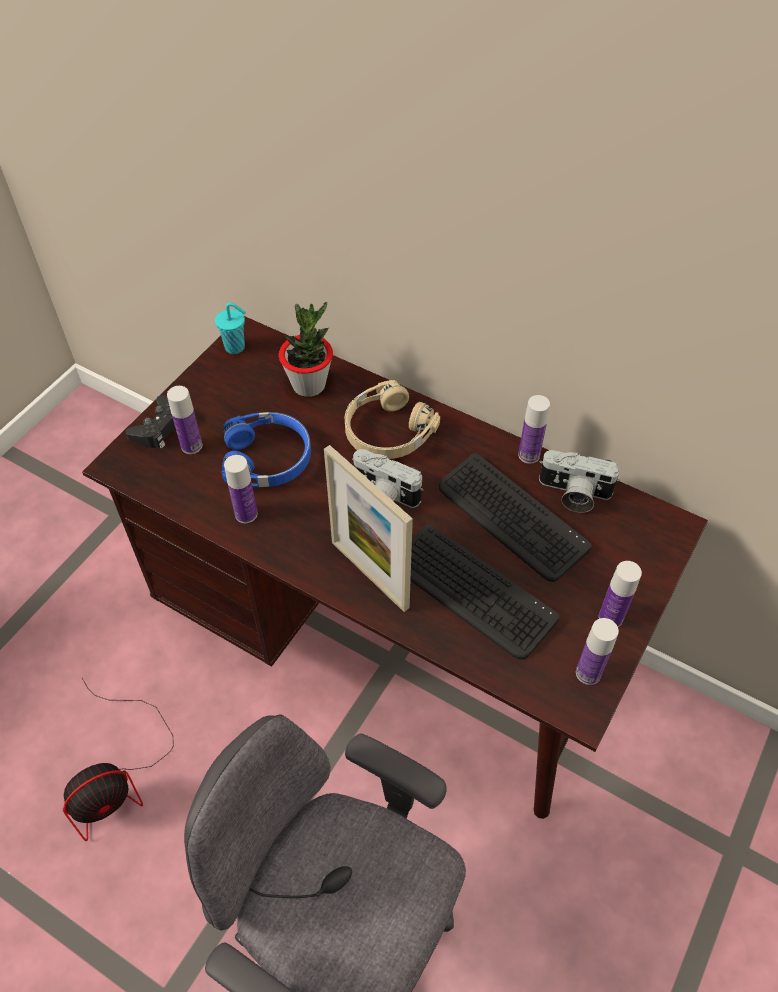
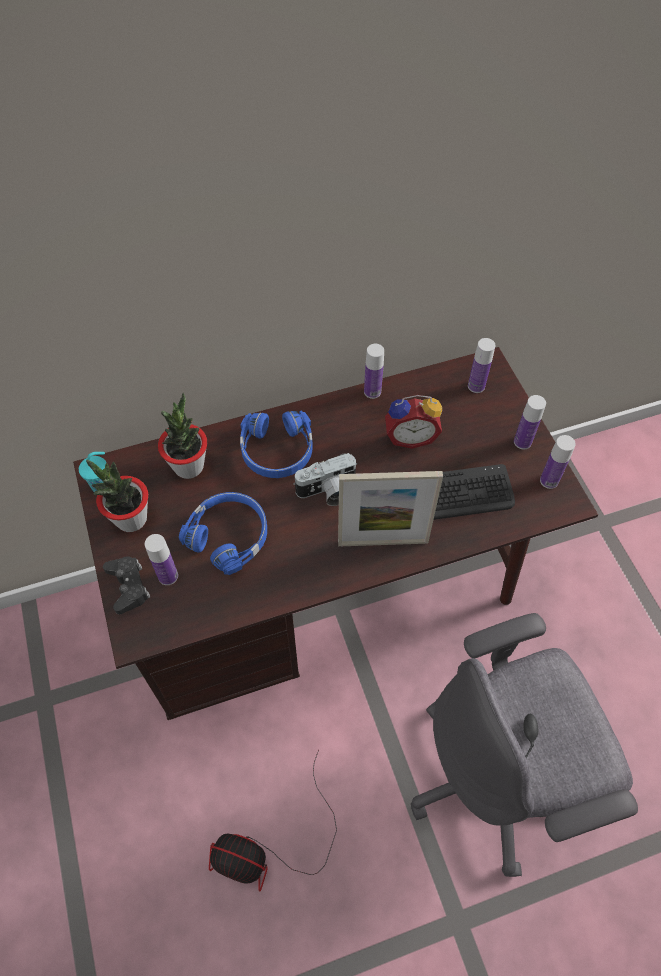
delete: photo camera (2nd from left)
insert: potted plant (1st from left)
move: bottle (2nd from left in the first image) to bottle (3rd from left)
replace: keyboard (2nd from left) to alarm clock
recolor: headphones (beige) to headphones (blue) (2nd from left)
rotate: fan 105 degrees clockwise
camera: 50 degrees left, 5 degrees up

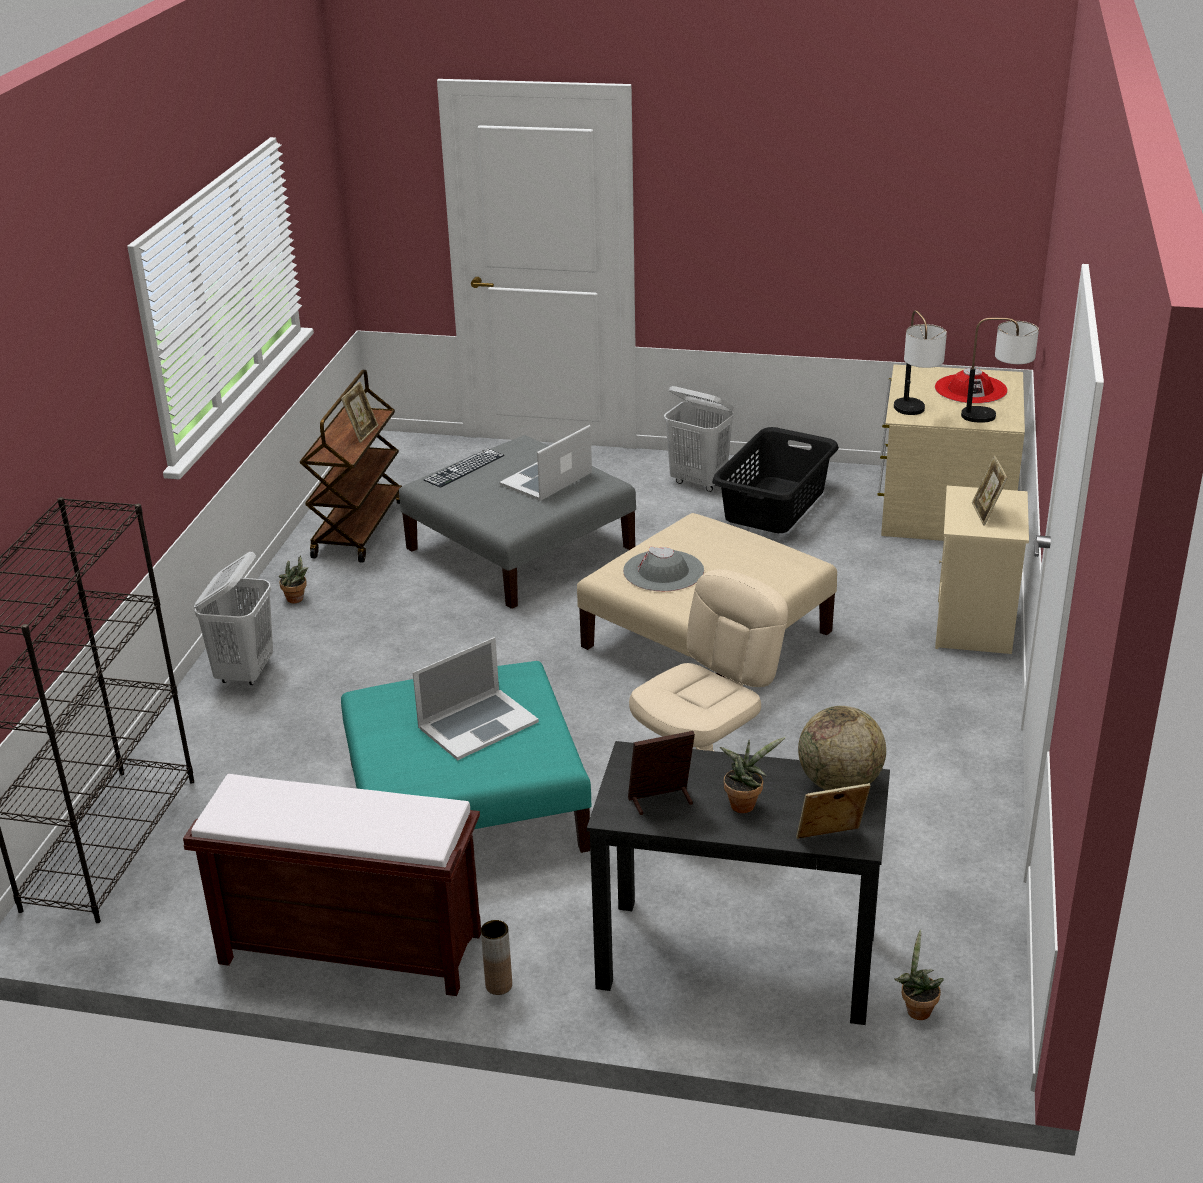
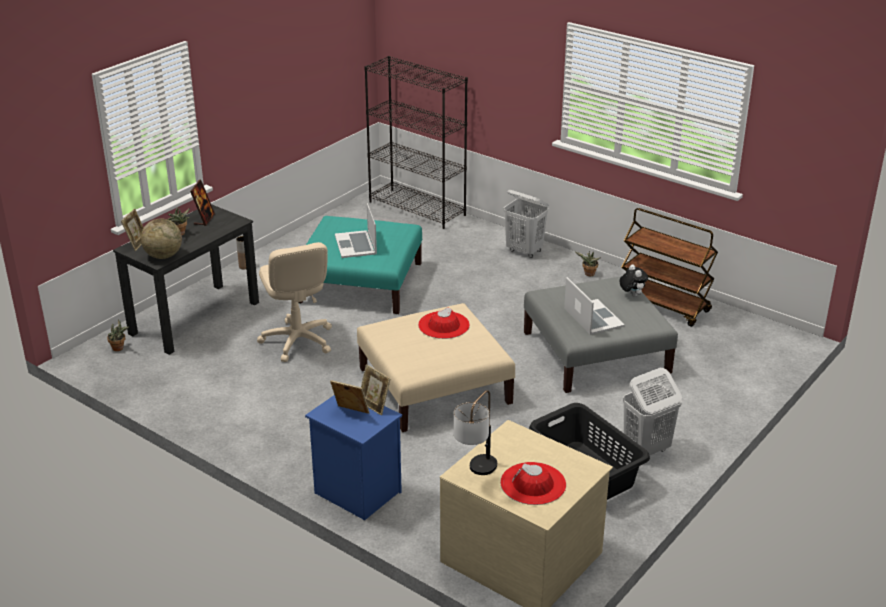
delete: bench (brown); table lamp (1st from left)
move: picture frame (1st from left in the first image) to picture frame (4th from left)
replace: keyboard to plush toy
recolor: nightstand (beige) to nightstand (blue); hat (grey) to hat (red) (1st from left)
camera: 115 degrees right, 0 degrees up

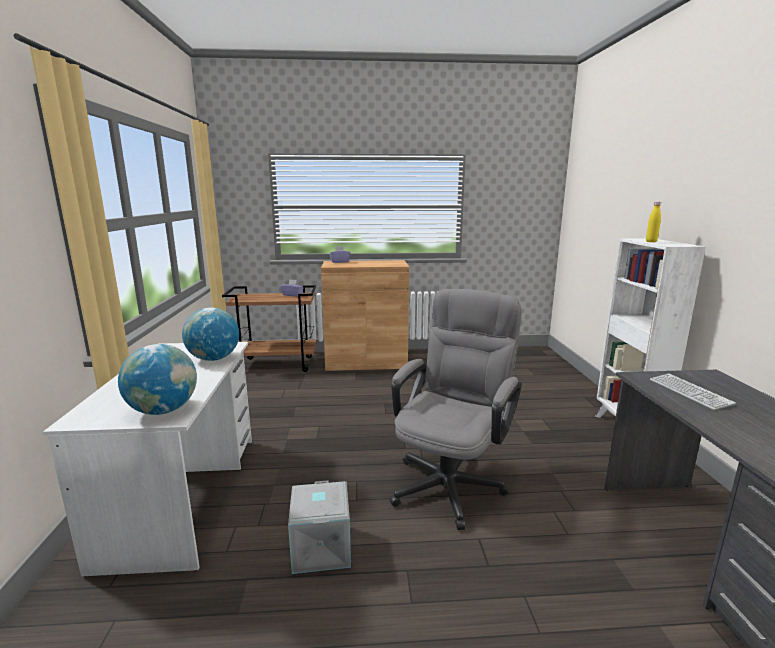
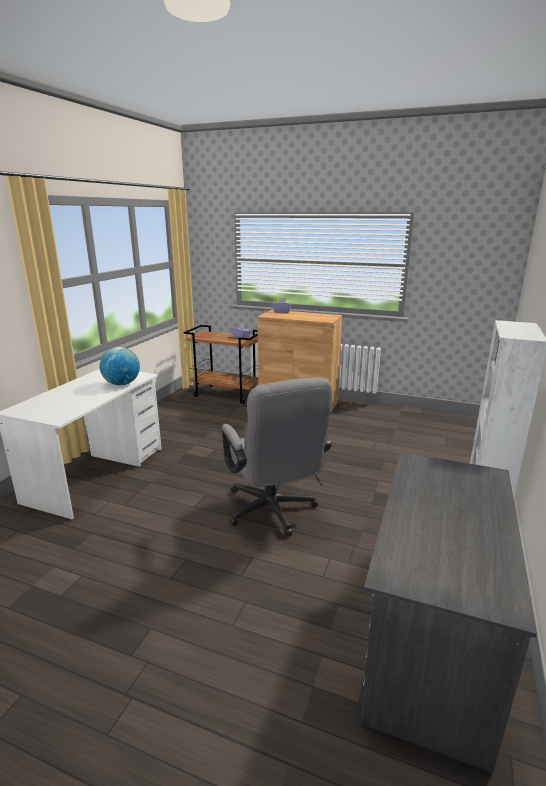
delete: globe (1st from left); storage box (grey); bottle (yellow); keyboard
rotate: office chair (grey) 105 degrees clockwise
camera: 25 degrees right, 5 degrees up

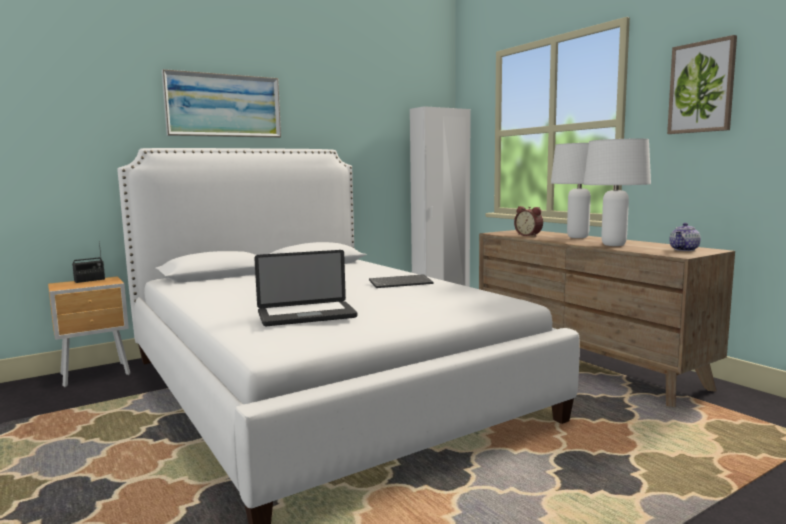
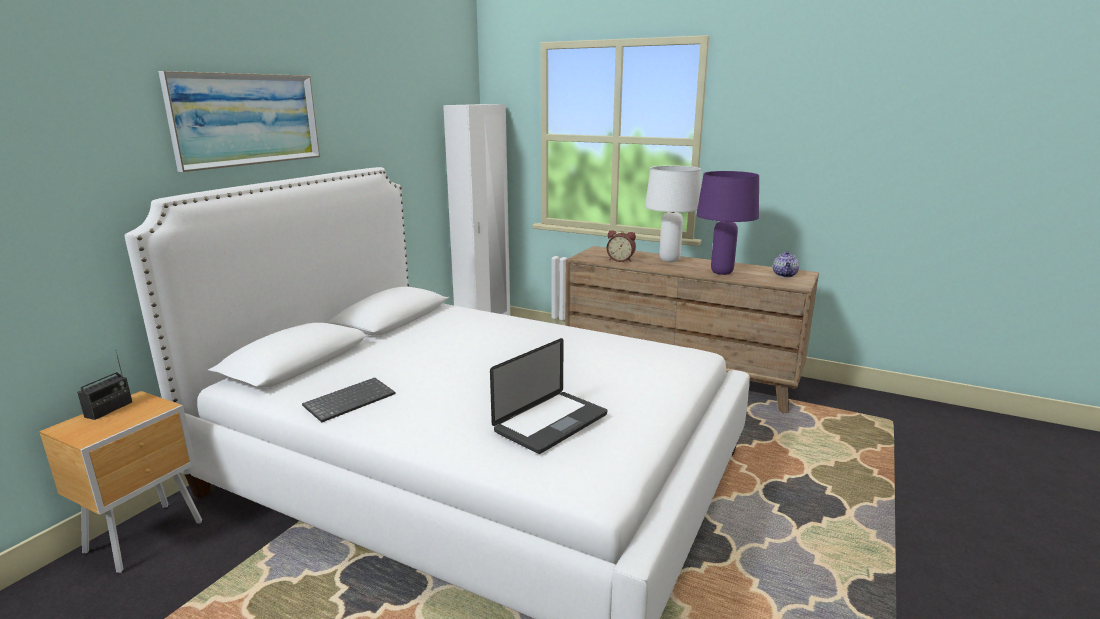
delete: picture (2nd from left)
move: keyboard
recolor: table lamp (white) (2nd from left) to table lamp (purple)
camera: 30 degrees left, 10 degrees up

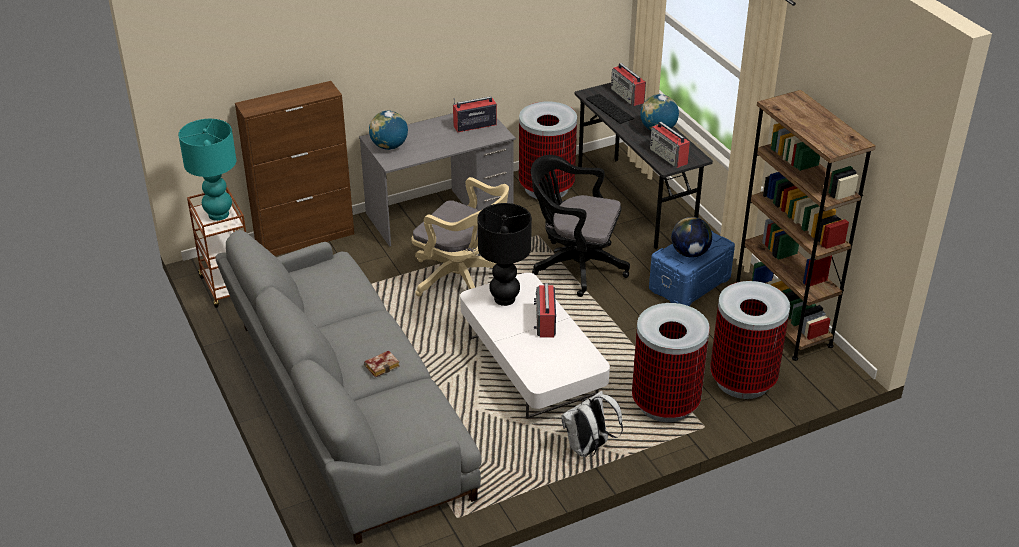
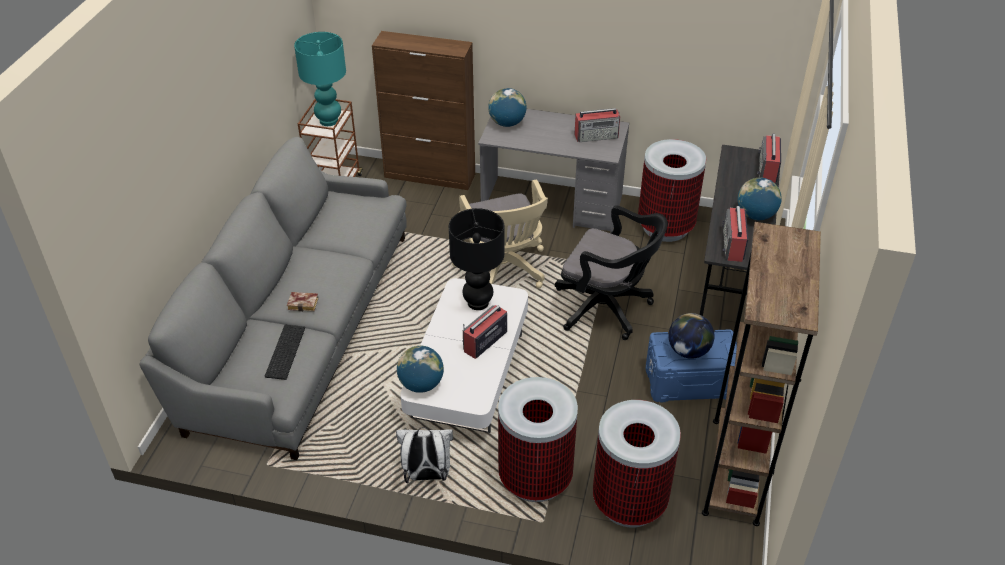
insert: globe (1st from left)
move: keyboard
rotate: office chair (black) 150 degrees clockwise; radio (1st from left in the first image) 150 degrees clockwise
camera: 40 degrees right, 5 degrees up

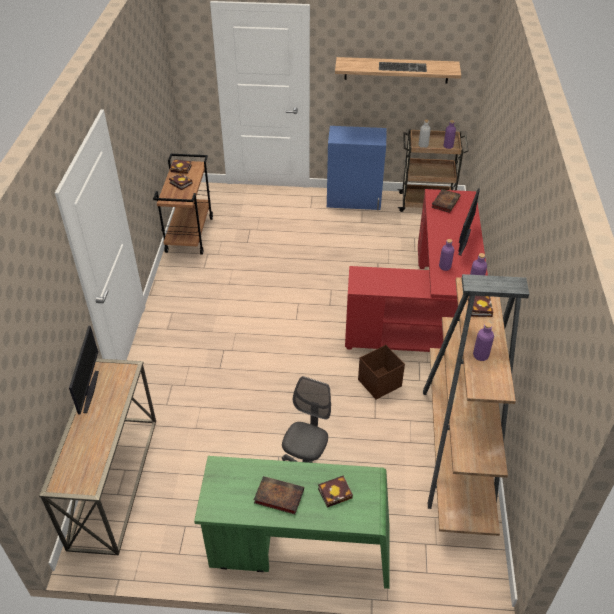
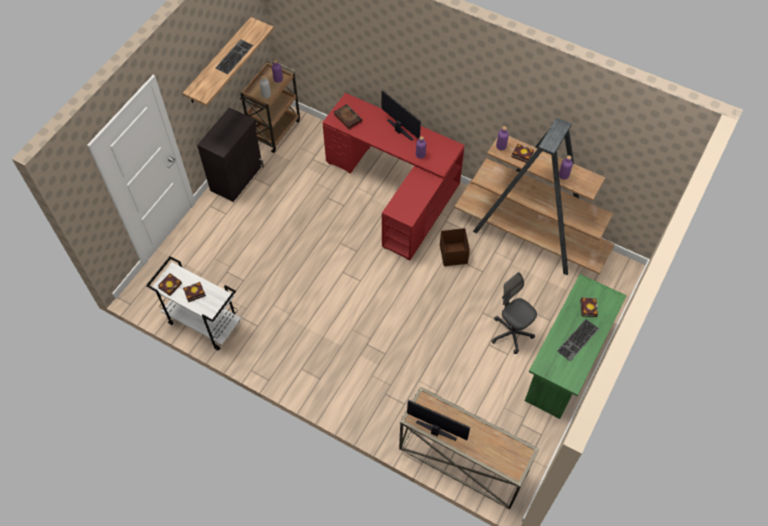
replace: book (3rd from left) to keyboard (2nd from left)
recolor: cart (brown) (1st from left) to cart (white); cabinet (blue) to cabinet (black)
camera: 65 degrees left, 15 degrees up

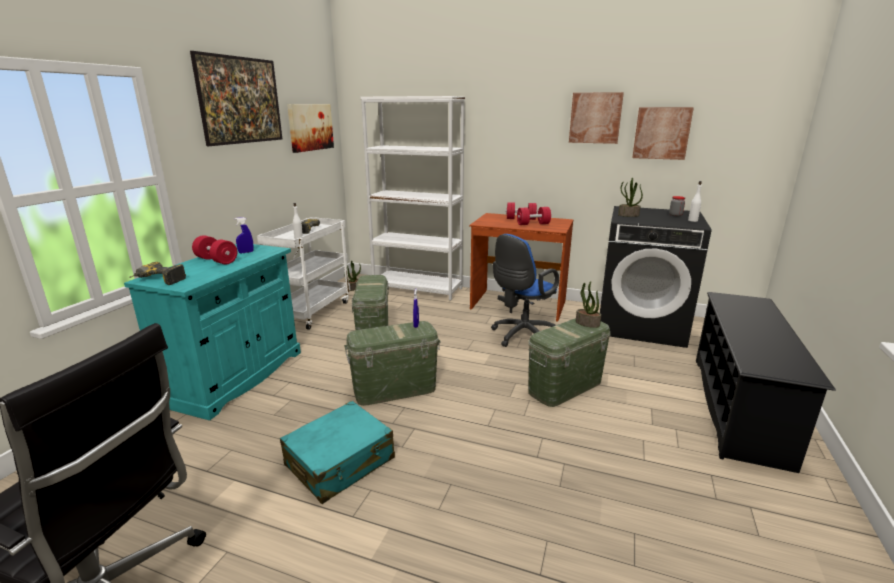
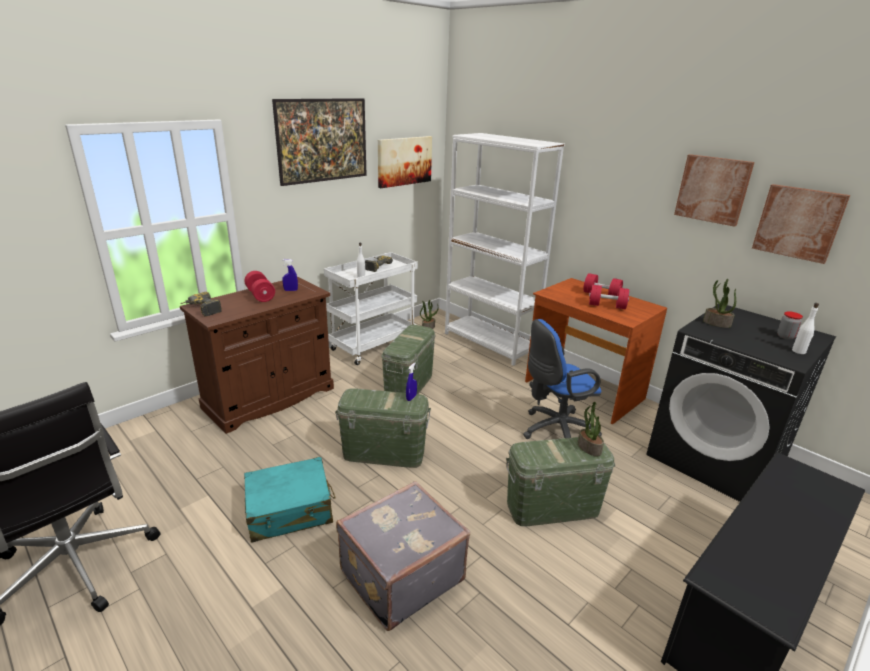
insert: suitcase (grey)
recolor: cabinet (turquoise) to cabinet (brown)
camera: 25 degrees right, 5 degrees up

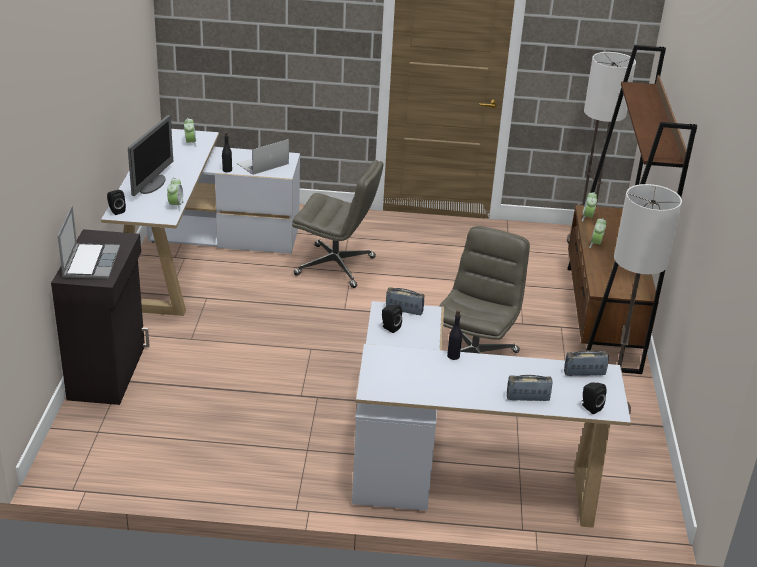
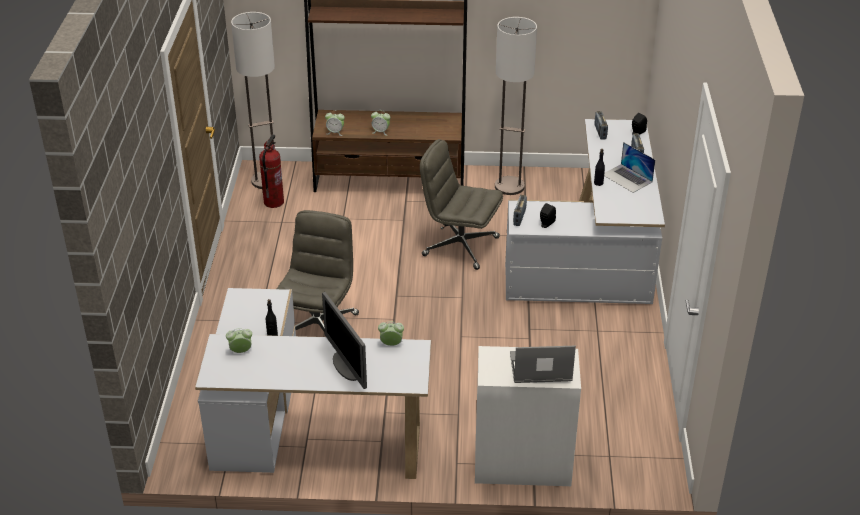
delete: speaker (black) (1st from left)
insert: fire extinguisher
move: laptop (2nd from left)
recolor: cabinet (black) to cabinet (white)
rotate: monitor 135 degrees counterclockwise
camera: 90 degrees left, 5 degrees up

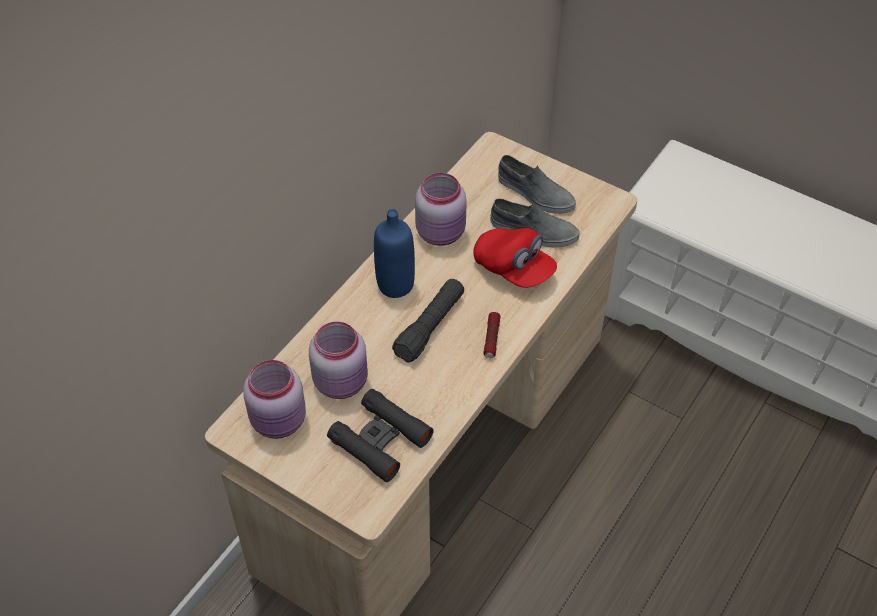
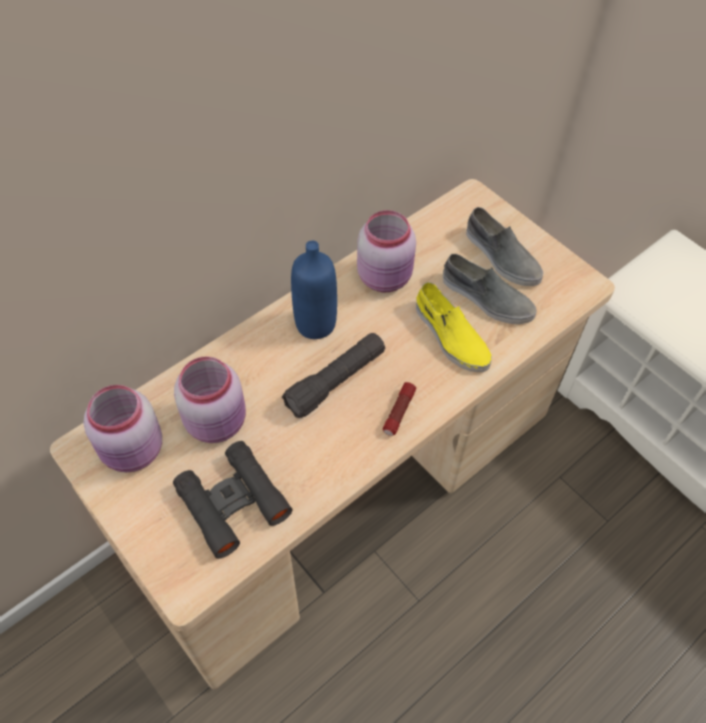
replace: cap (red) to shoe (yellow)
camera: 15 degrees right, 5 degrees up

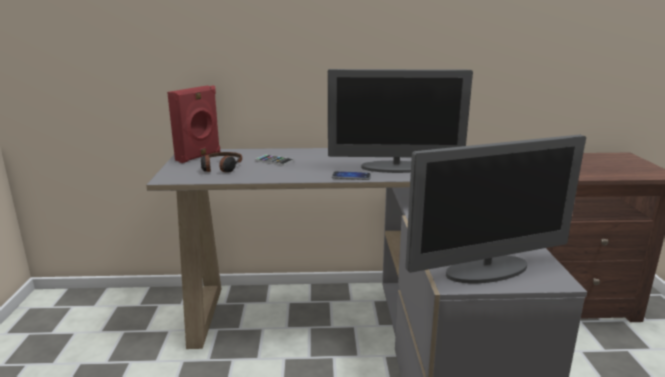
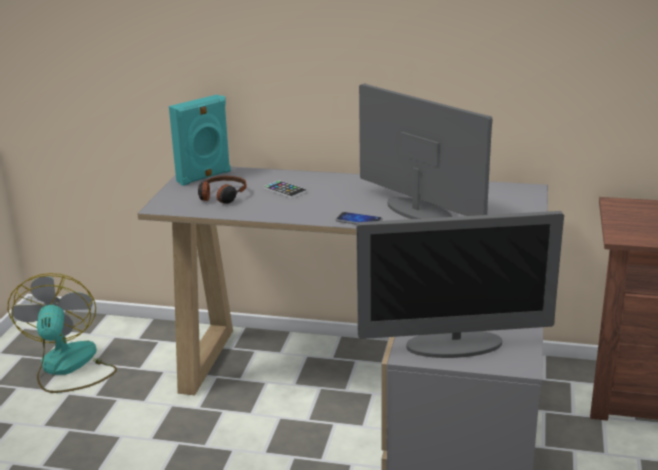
insert: fan
recolor: speaker (red) to speaker (turquoise)
rotate: monitor (1st from left) 150 degrees counterclockwise
camera: 15 degrees right, 5 degrees up

